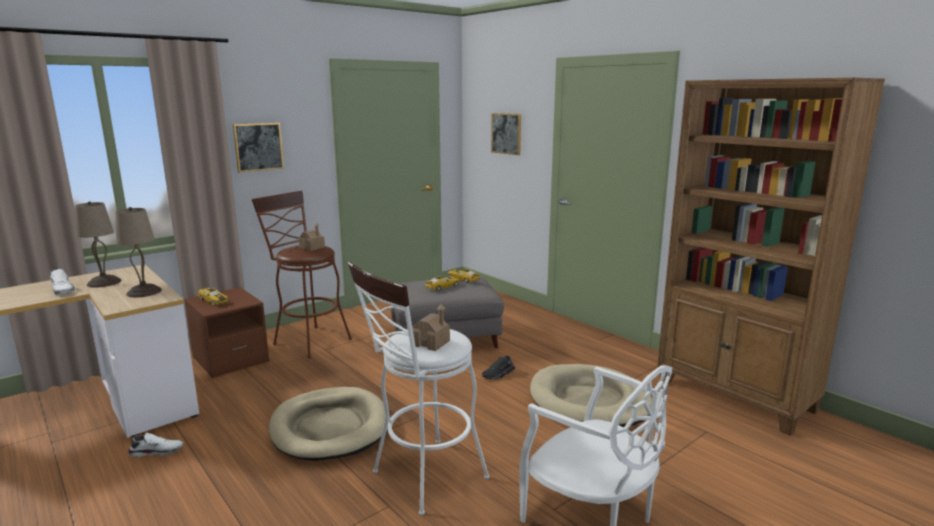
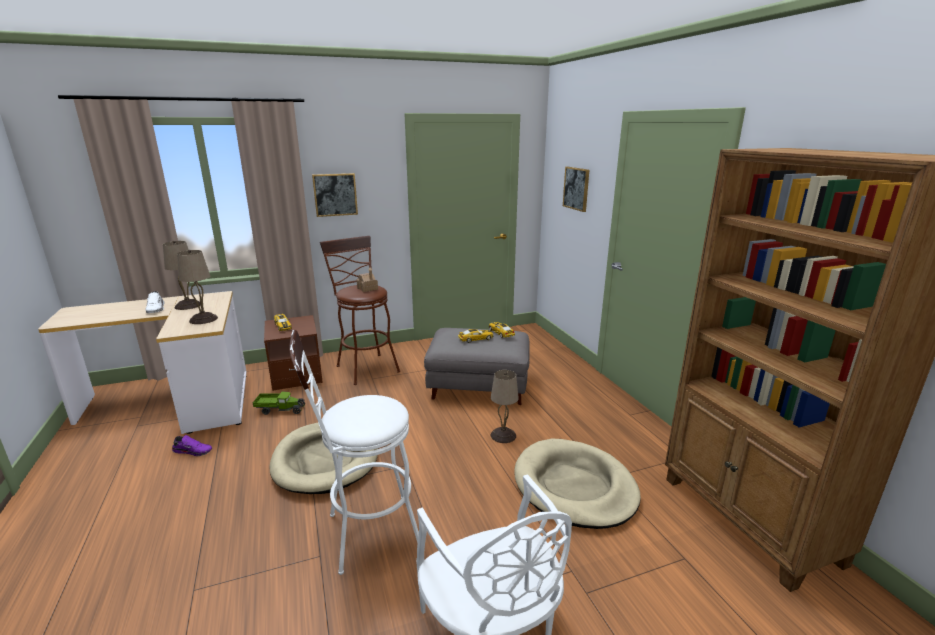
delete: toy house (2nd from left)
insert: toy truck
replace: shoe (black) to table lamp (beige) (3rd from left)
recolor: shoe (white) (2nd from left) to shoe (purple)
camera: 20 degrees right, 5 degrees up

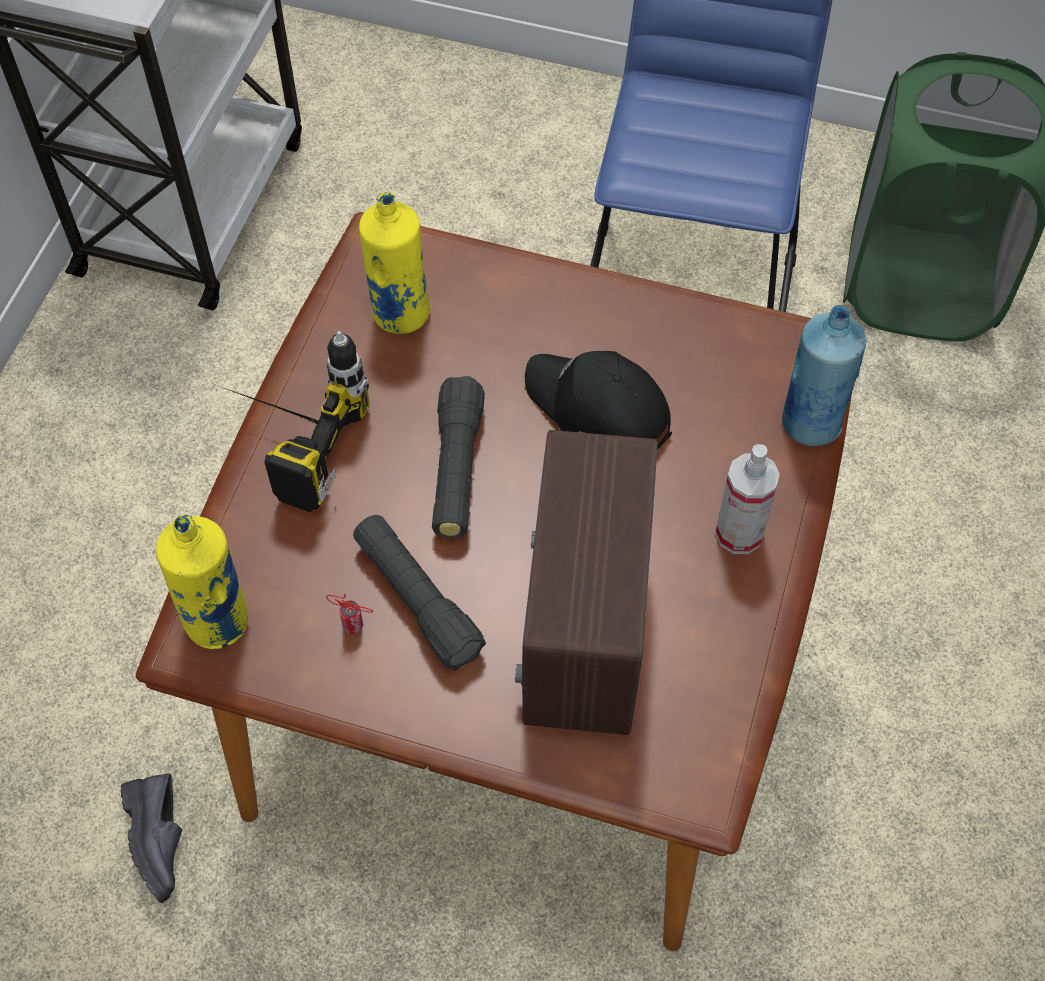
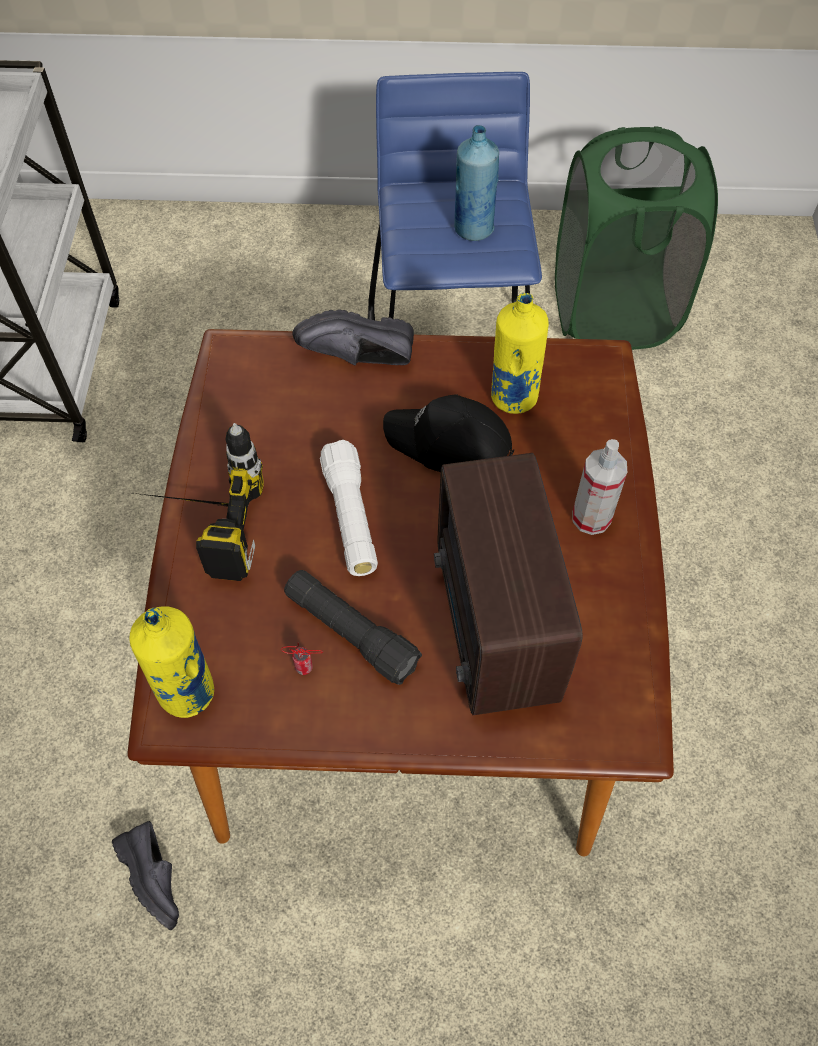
insert: shoe (black) (2nd from left)
move: bottle (blue); bottle (yellow) (2nd from left)
recolor: flashlight (black) (2nd from left) to flashlight (white)
camera: 15 degrees left, 0 degrees up

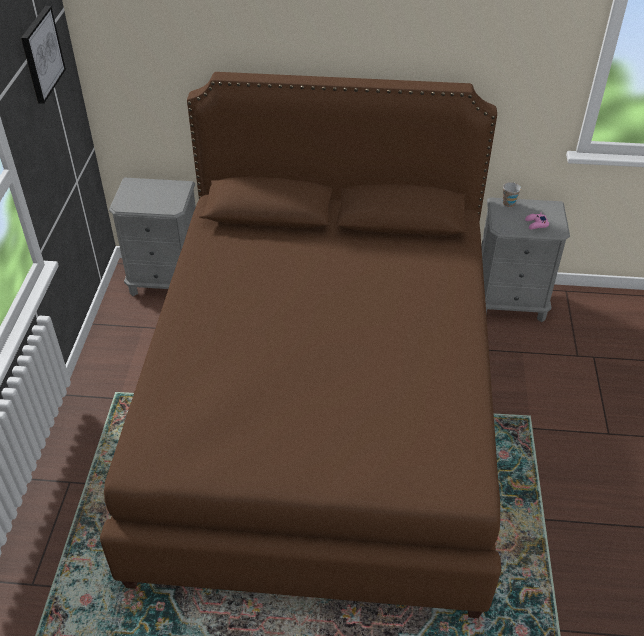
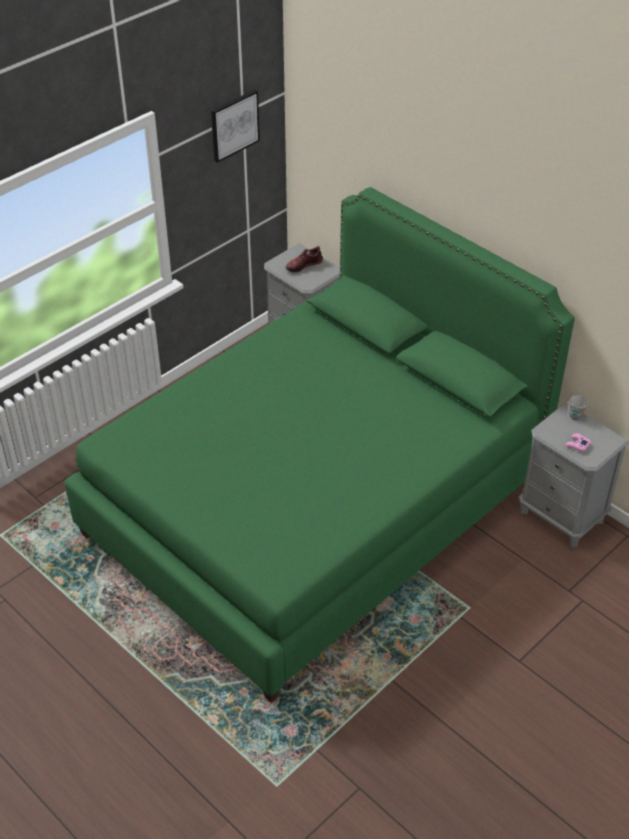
insert: shoe
recolor: bed (brown) to bed (green)
camera: 40 degrees right, 0 degrees up

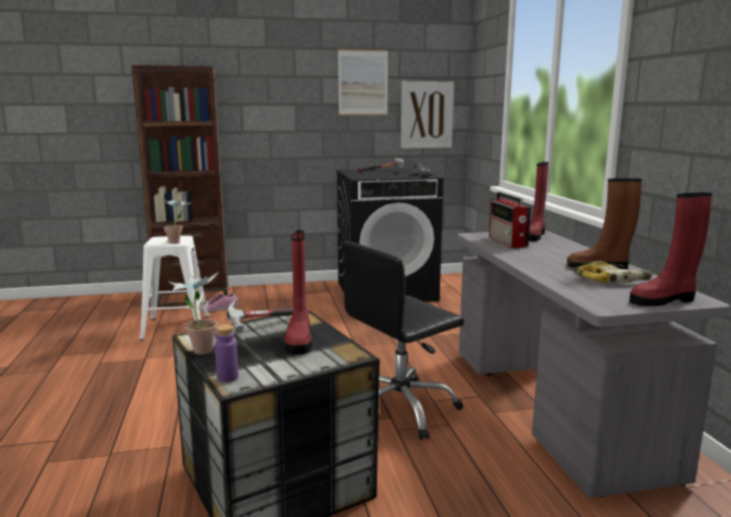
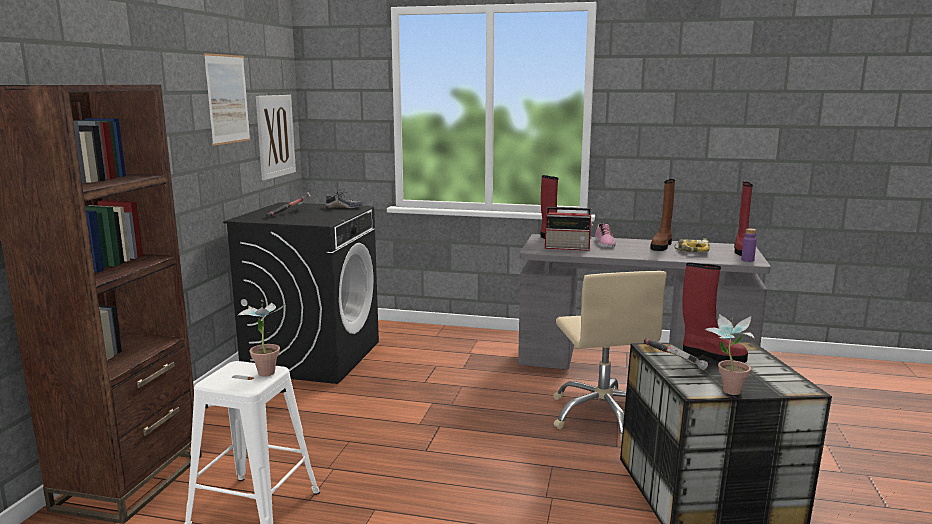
move: shoe (1st from left in the first image) to shoe (2nd from left); bottle (purple)
recolor: office chair (black) to office chair (beige)
camera: 65 degrees left, 0 degrees up

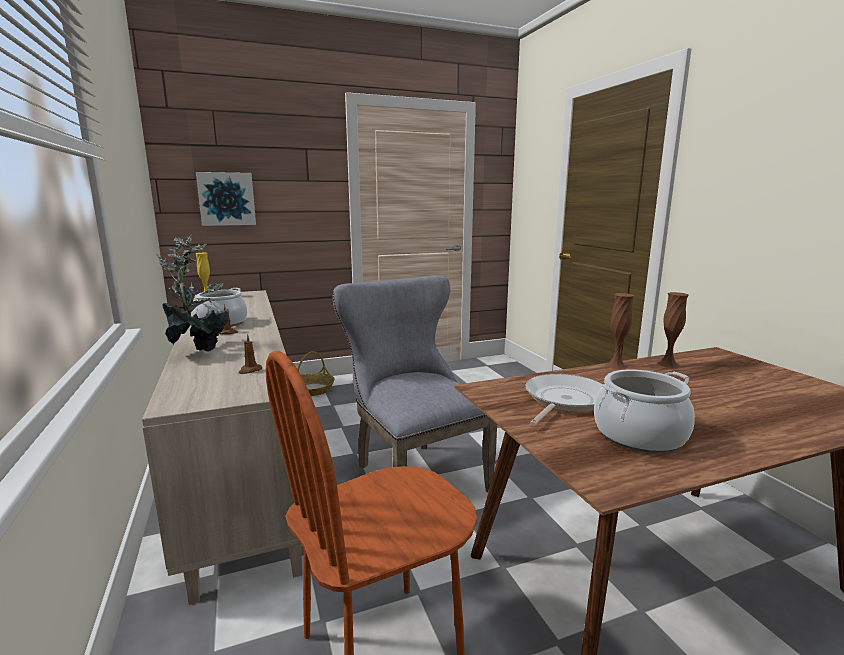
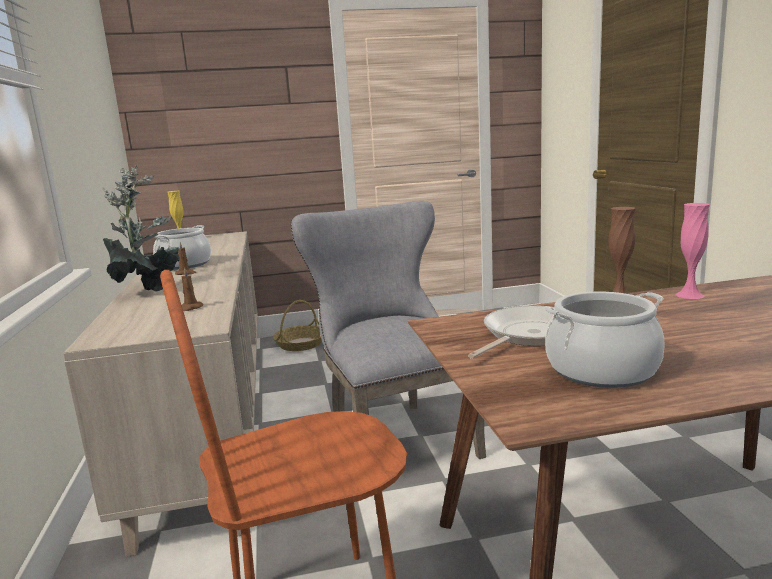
delete: picture
recolor: vase (brown) (2nd from left) to vase (pink)
camera: 10 degrees right, 0 degrees up

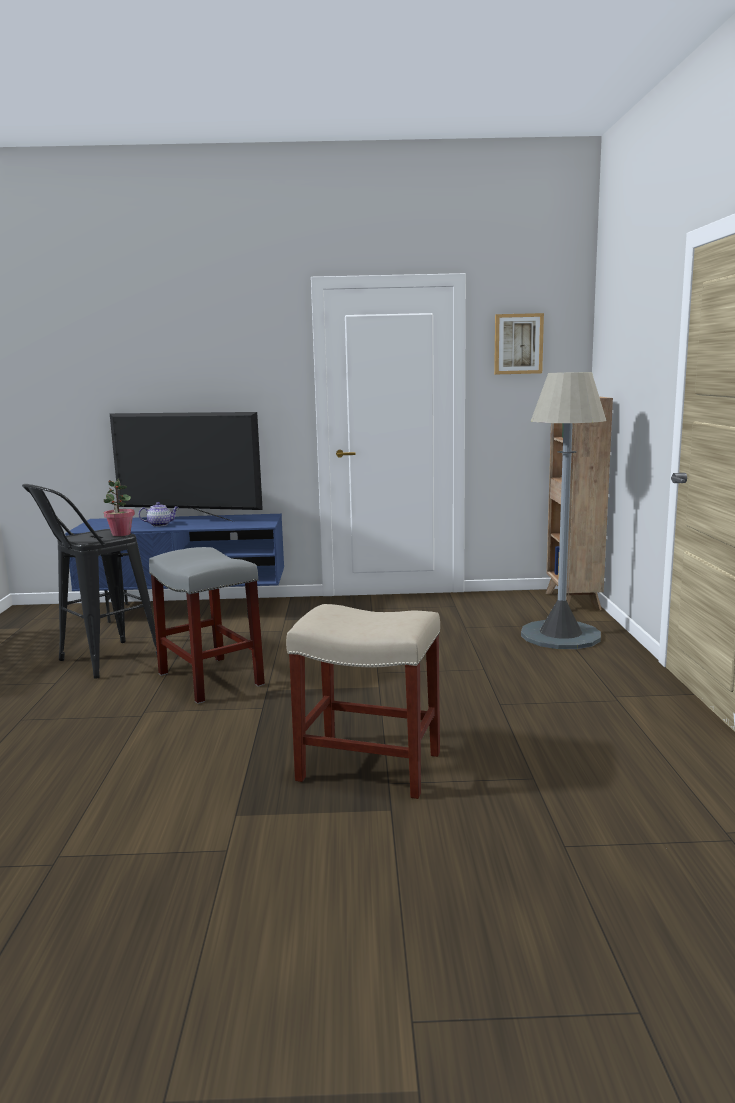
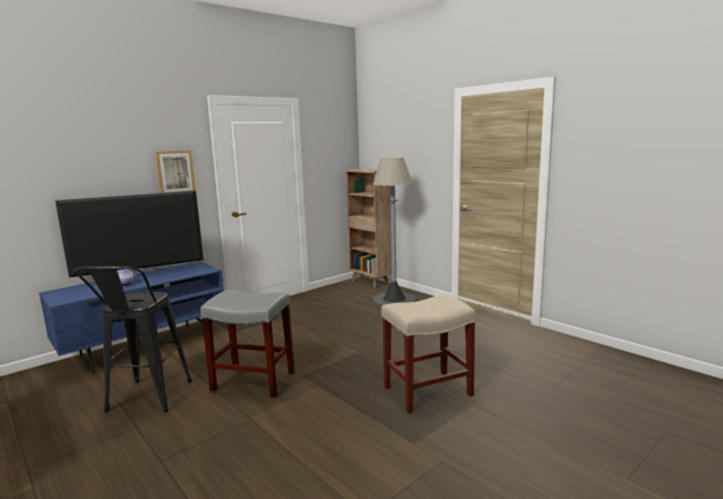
delete: potted plant
move: picture
camera: 40 degrees left, 0 degrees up

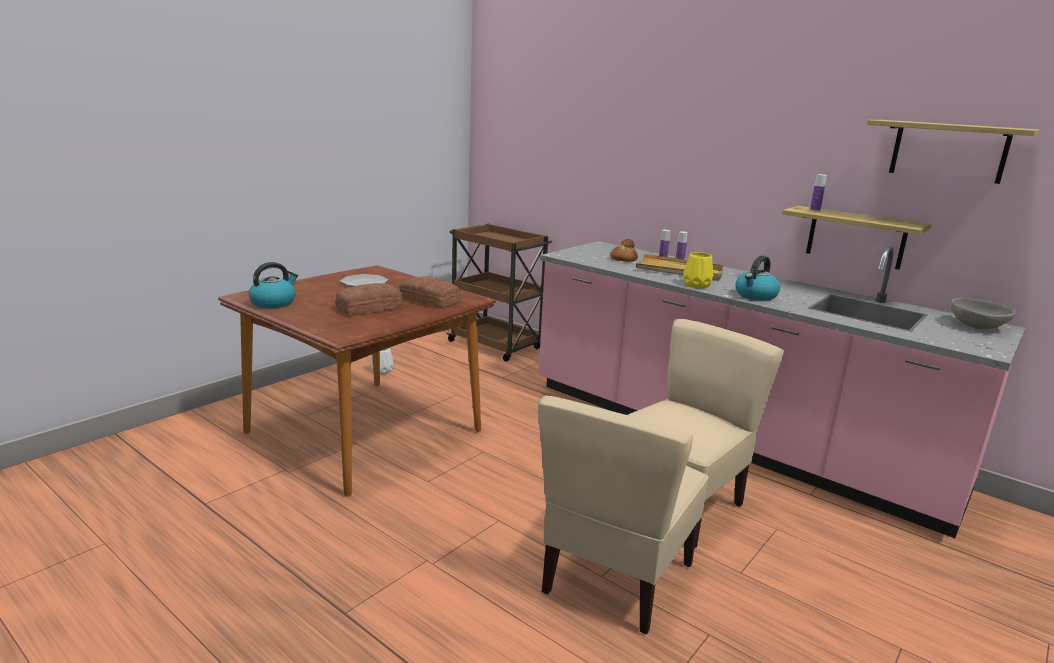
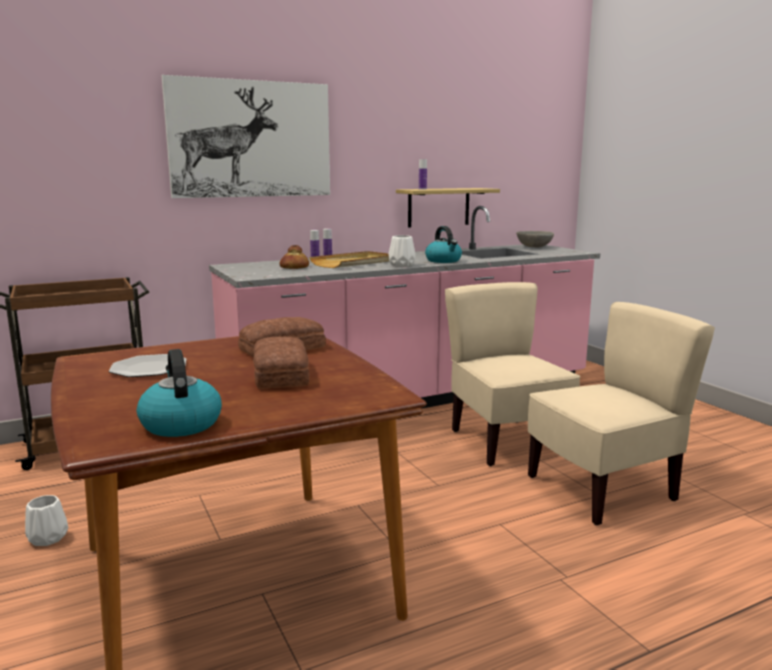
delete: shelf (2nd from left)
insert: picture
recolor: vase (yellow) to vase (white) (2nd from left)
rotate: chair (beige) (1st from left in the first image) 75 degrees counterclockwise
camera: 65 degrees left, 5 degrees down

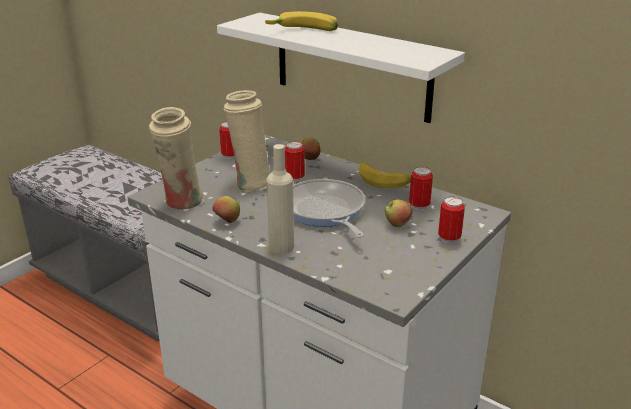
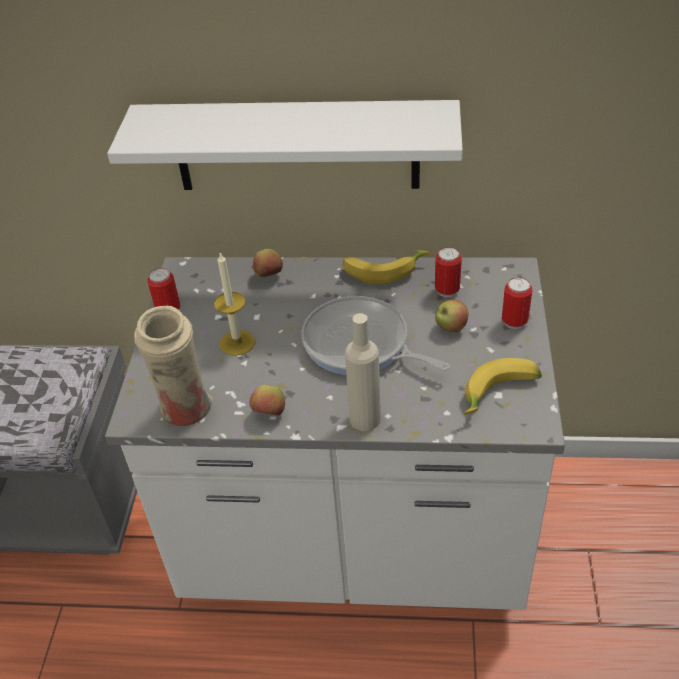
delete: can (2nd from left)
move: banana (1st from left in the first image) to banana (2nd from left)
replace: vase (beige) (2nd from left) to candle
camera: 30 degrees left, 15 degrees up

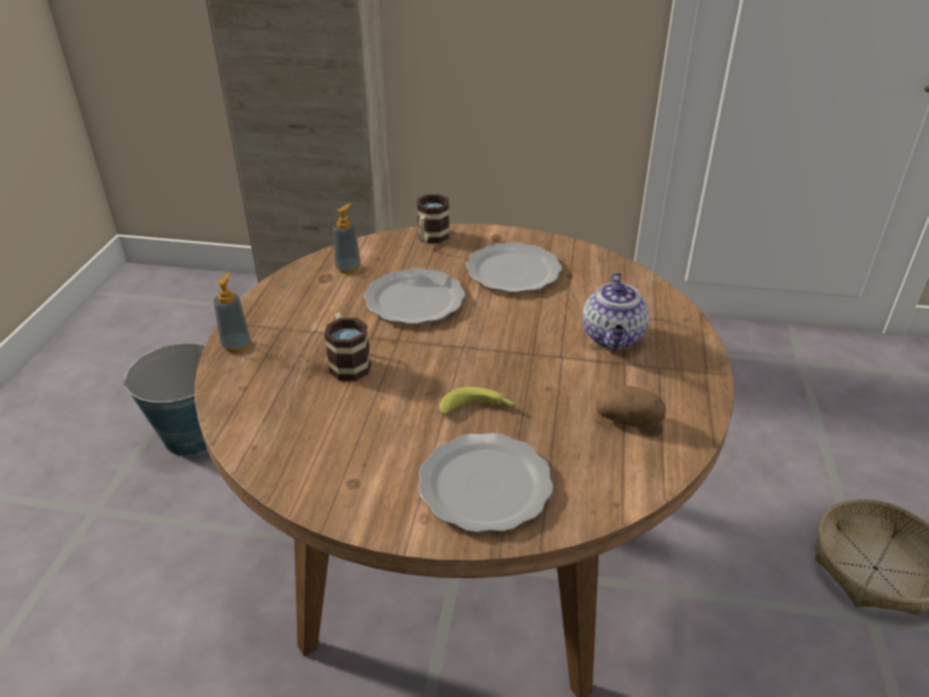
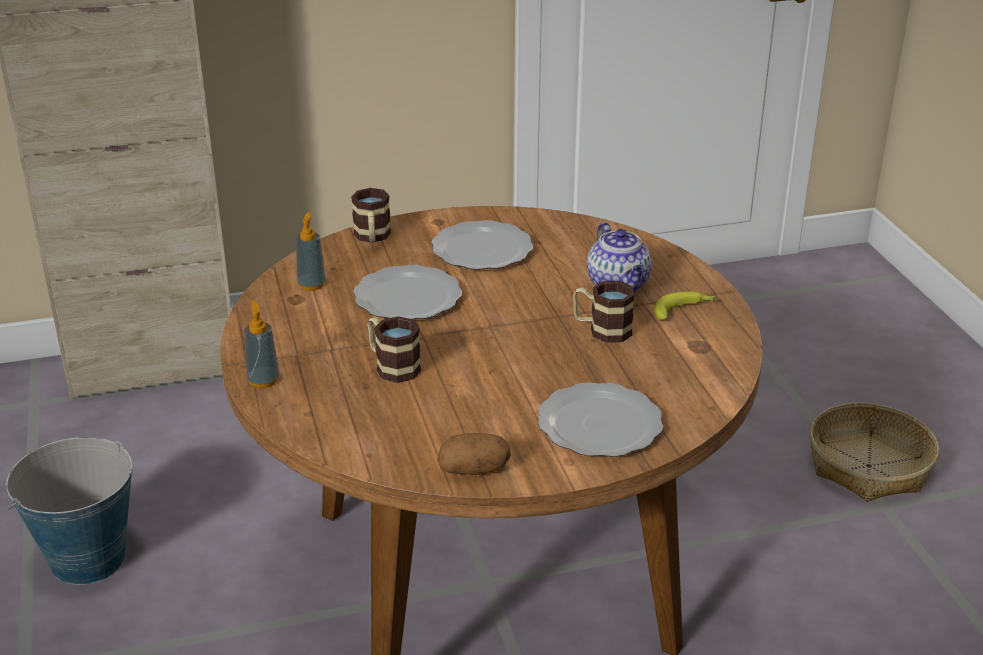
insert: mug (3rd from left)
move: potato; banana
camera: 25 degrees left, 5 degrees down

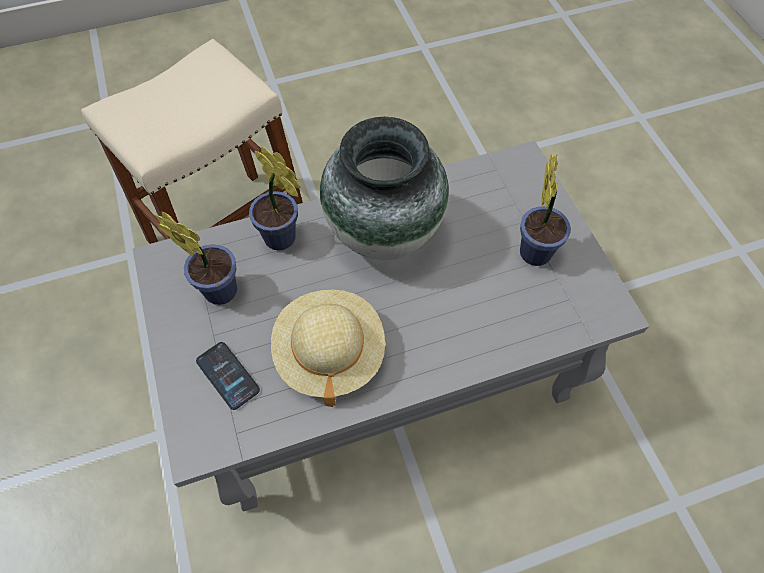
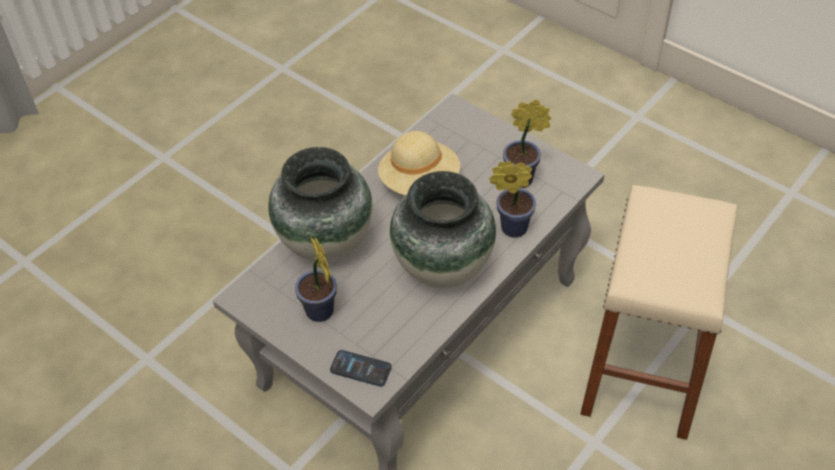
insert: vase (1st from left)
move: phone
camera: 150 degrees right, 10 degrees down

